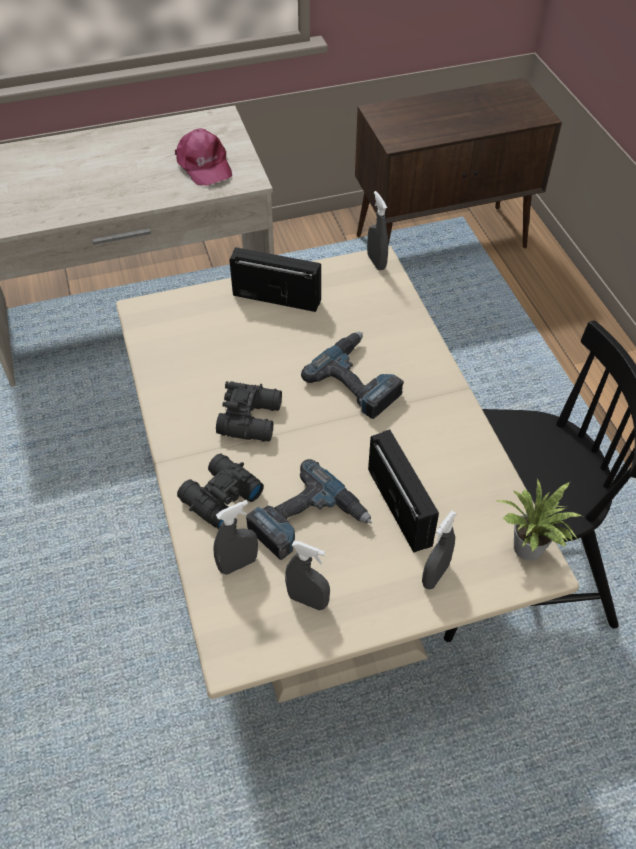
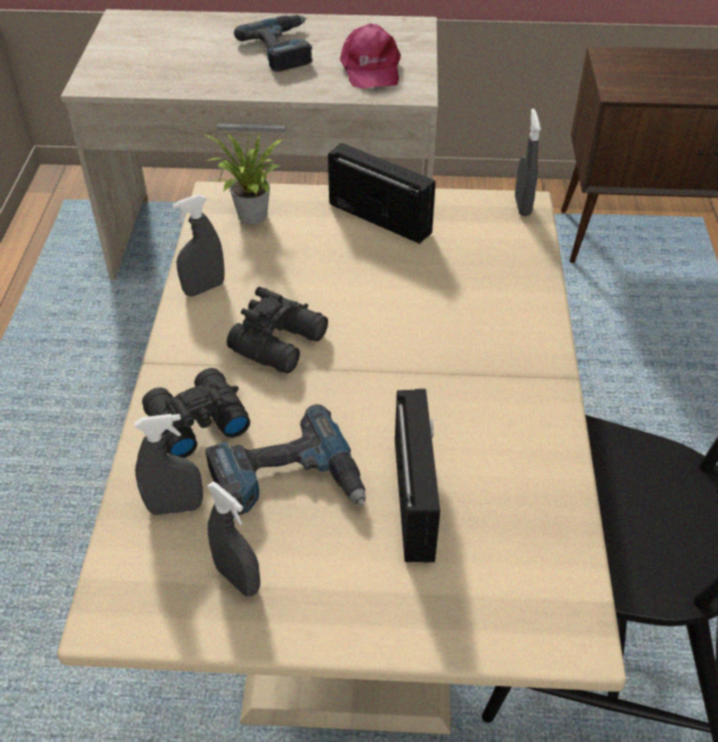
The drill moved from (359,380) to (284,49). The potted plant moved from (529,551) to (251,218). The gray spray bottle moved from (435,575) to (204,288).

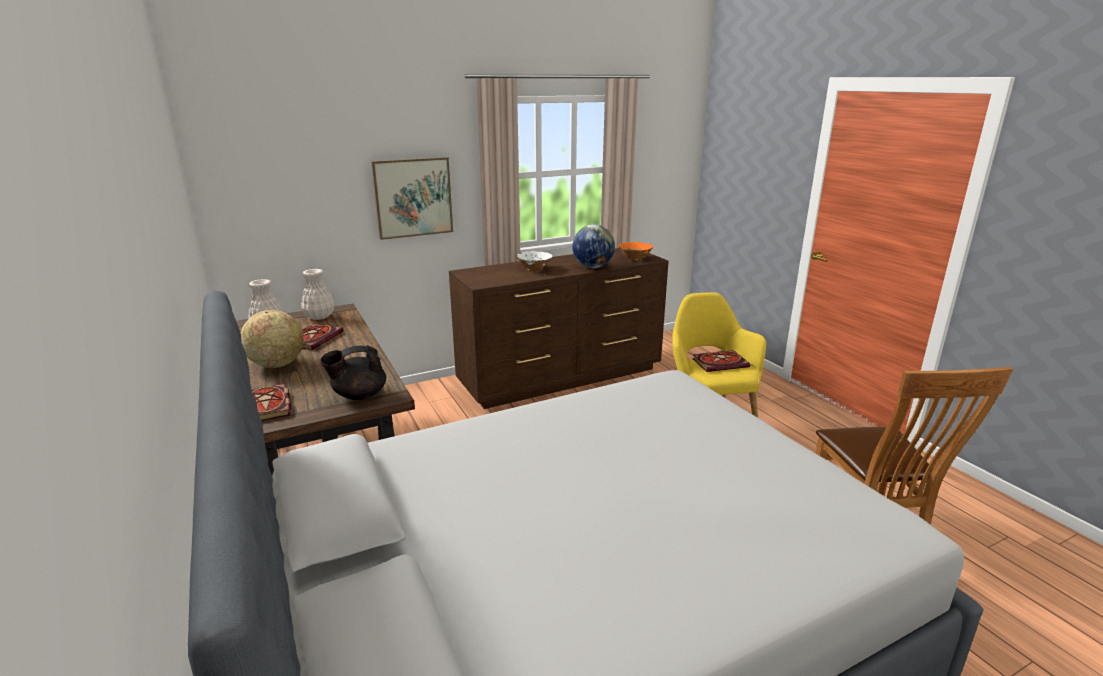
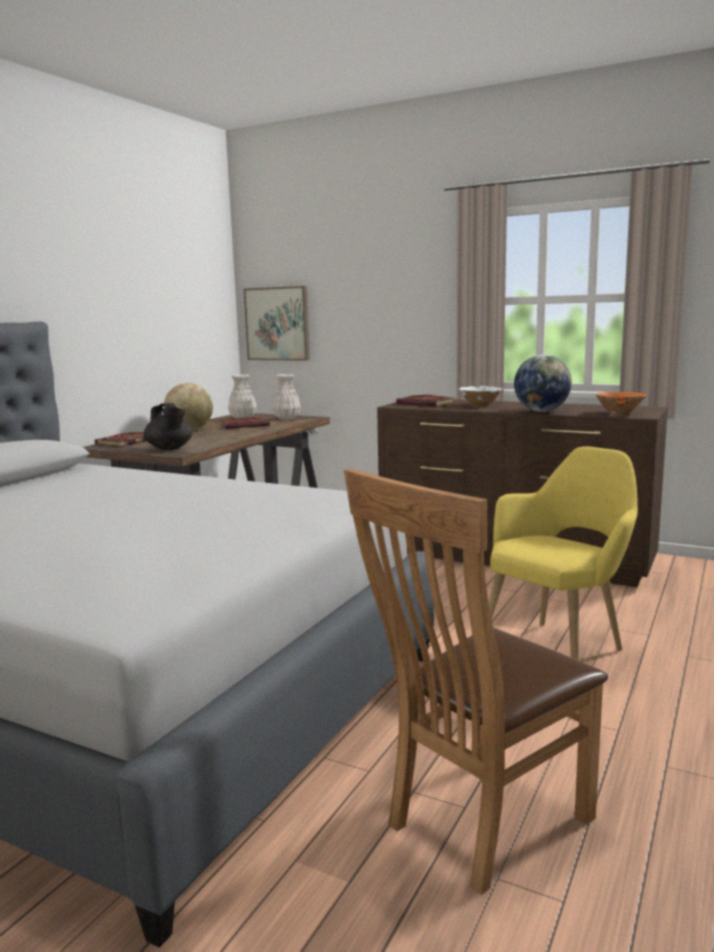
The wall picture moved from (413,197) to (277,324). The black pot for tea at (359,395) turned 150 degrees counterclockwise. The book moved from (721,363) to (427,403).

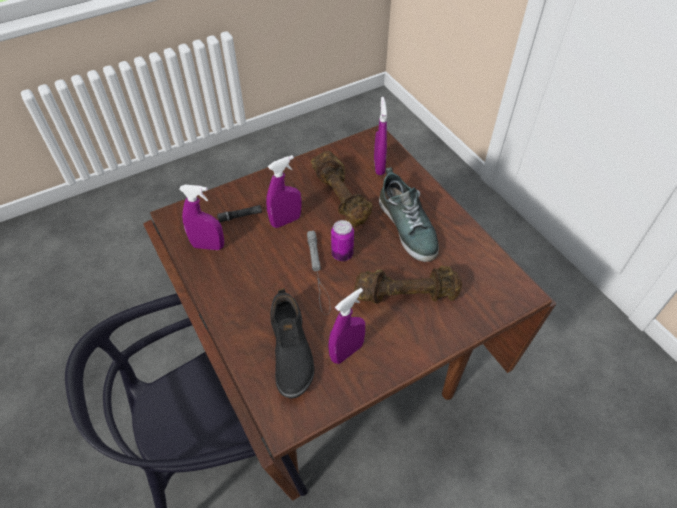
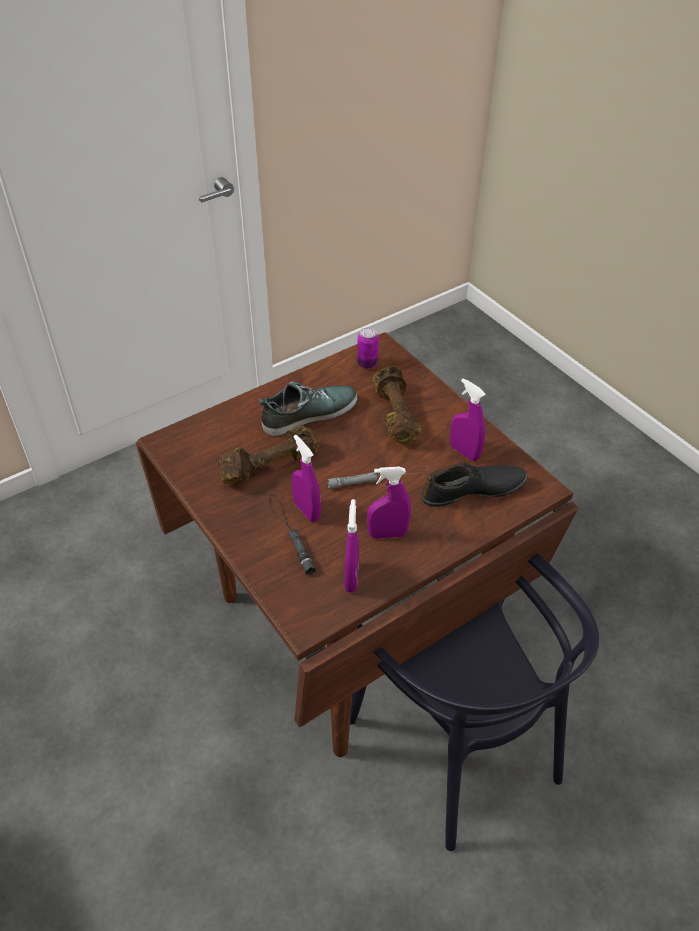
The purple spray bottle moved from (379,166) to (387,534). The sealed can moved from (342,254) to (367,363).

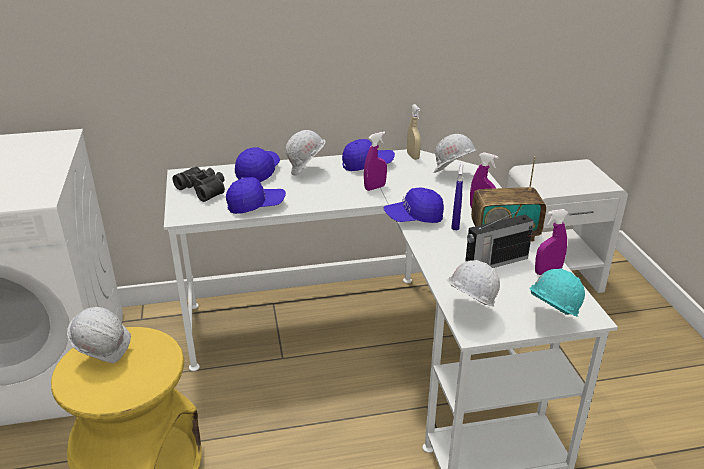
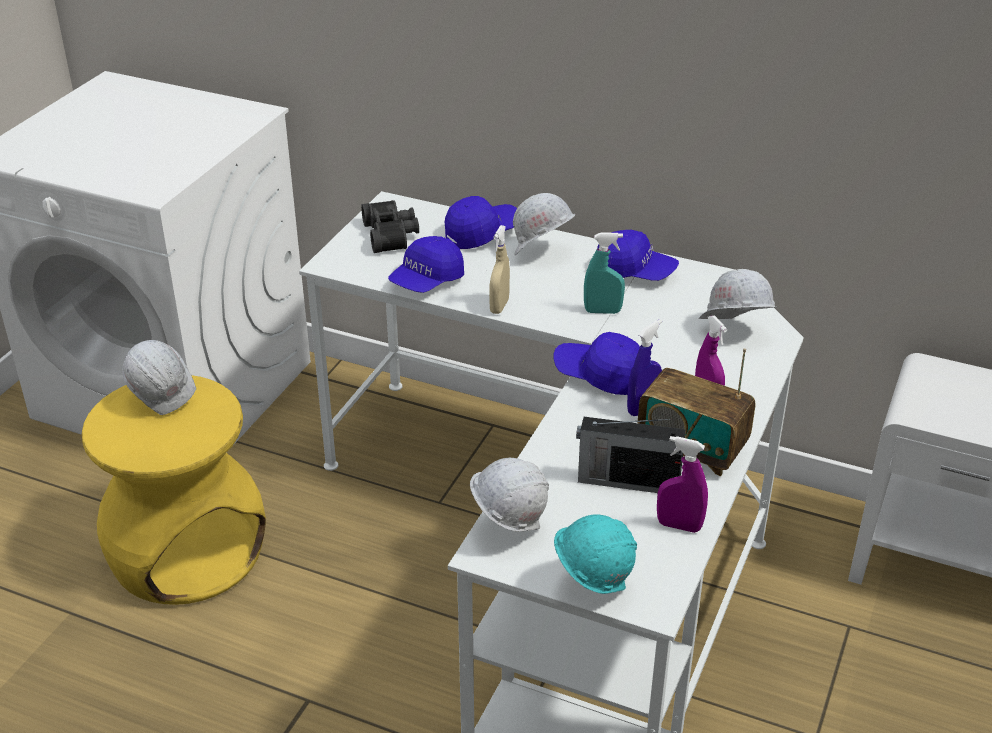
The sand-coloured spray bottle moved from (413,156) to (499,306). The purple spray bottle at (375,187) became the turquoise spray bottle at (602,311). The blue cap at (256,205) turned 105 degrees clockwise.

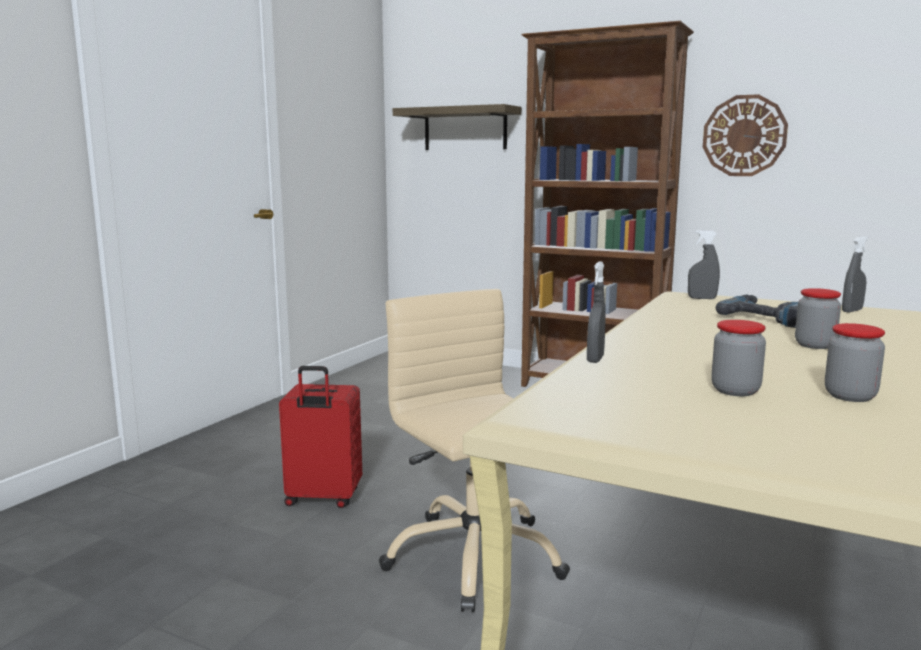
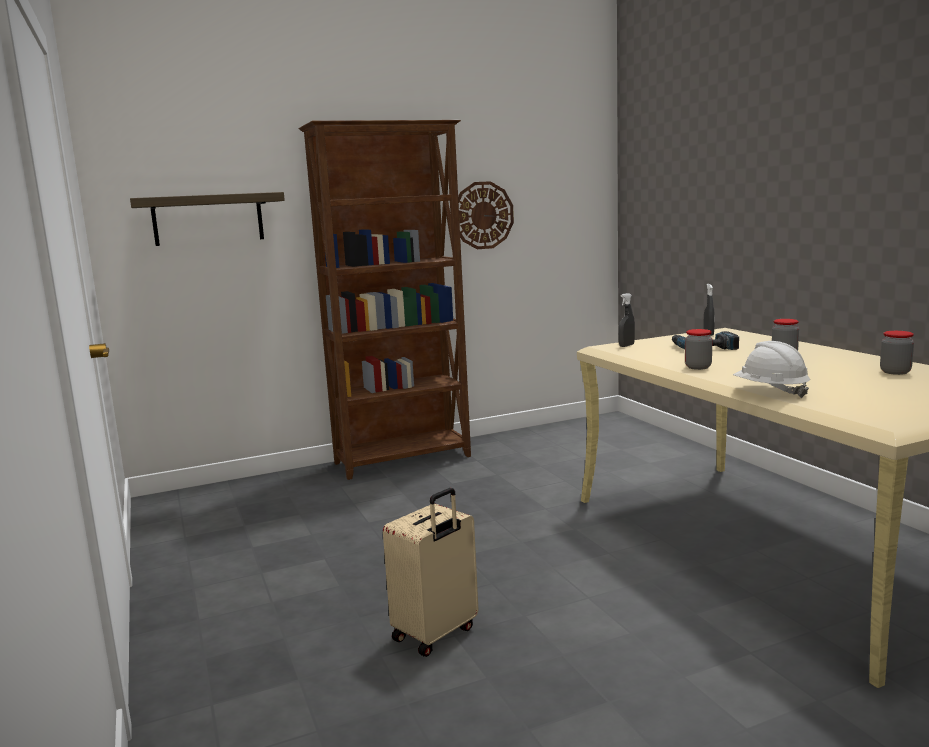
The gray spray bottle at (595,359) was replaced by the white hard hat at (770,391). The sand-coloured desk chair at (473,557) disappeared. The storage jar moved from (735,390) to (698,367). The red travel case at (323,499) became the sand-coloured travel case at (436,634).

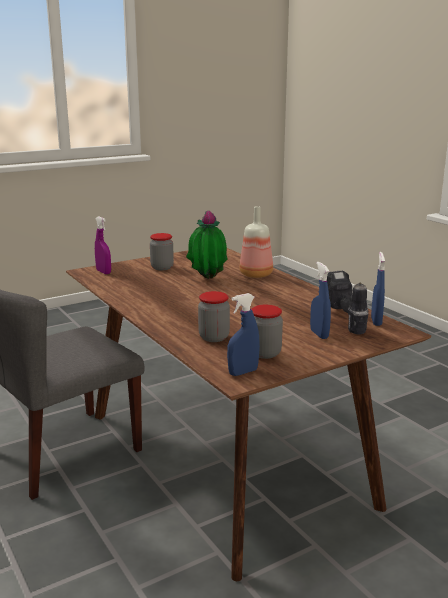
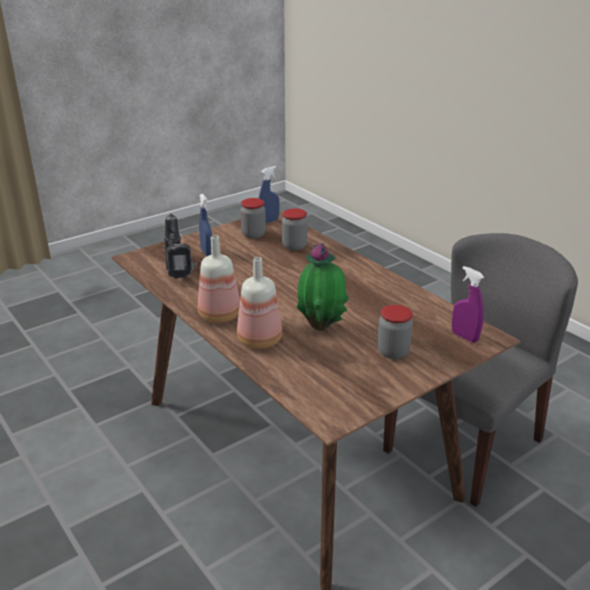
The blue spray bottle at (376,321) disappeared. The bottle at (219,315) appeared.

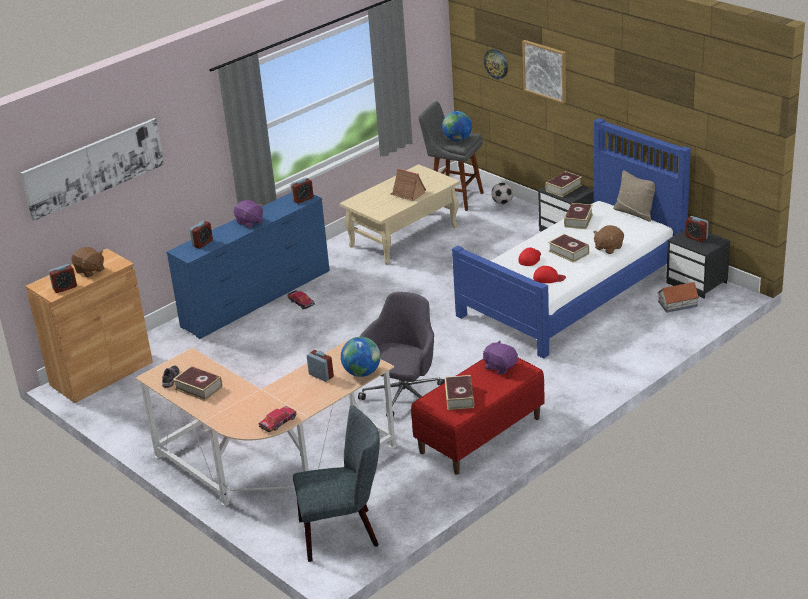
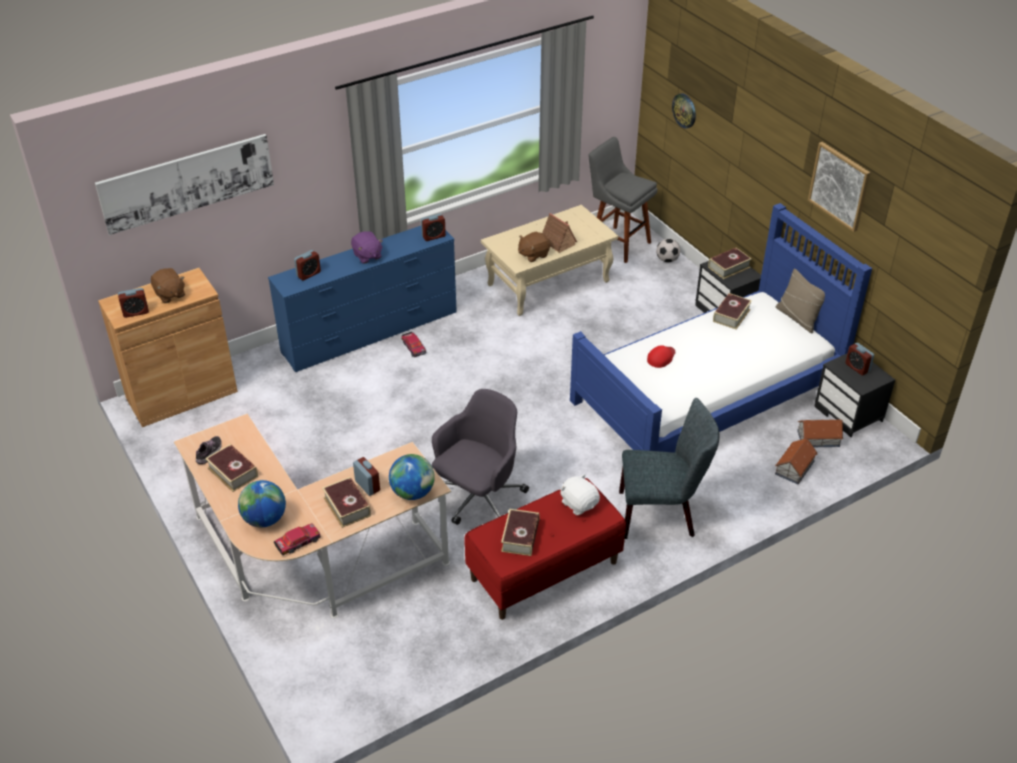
The wall picture moved from (545,71) to (839,186). The globe moved from (457,139) to (264,519). The brown soft toy moved from (608,248) to (533,254). The book moved from (568,252) to (347,506). The red cap at (548,278) disappeared. The purple soft toy at (500,367) became the white soft toy at (579,504). The gray plain chair moved from (344,532) to (662,514). The model house at (795,467) appeared.

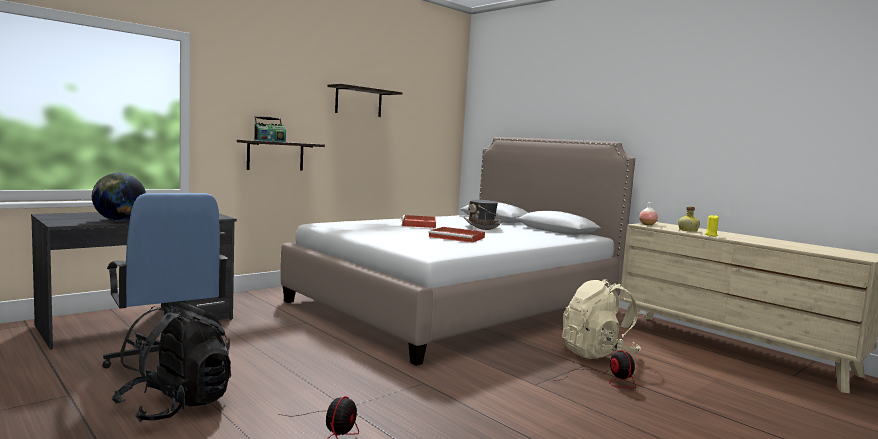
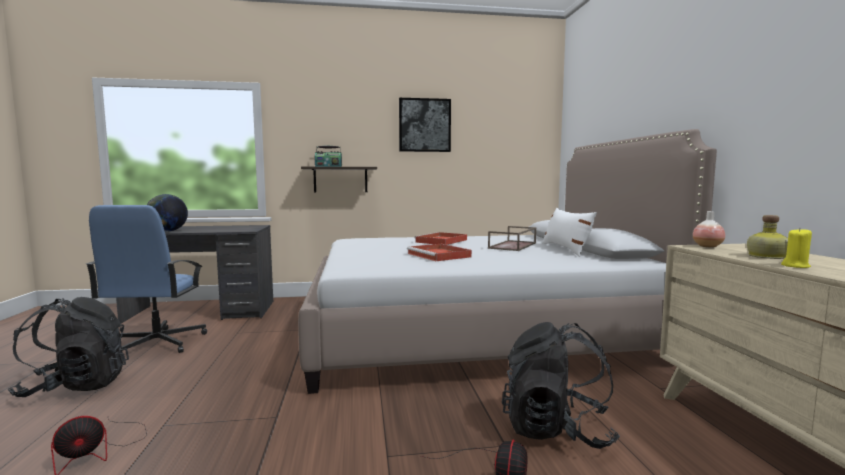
The wall shelf at (358,101) was replaced by the wall picture at (424,125). The gray wearable hat at (482,226) was replaced by the brown tray at (513,246). The sand-coloured backpack at (597,353) became the black backpack at (556,430). The white pillow at (566,249) appeared.

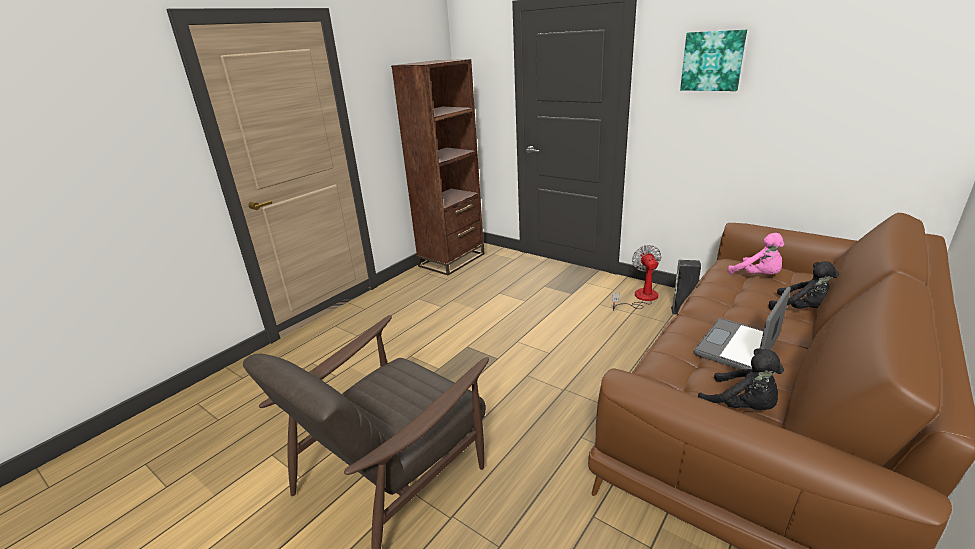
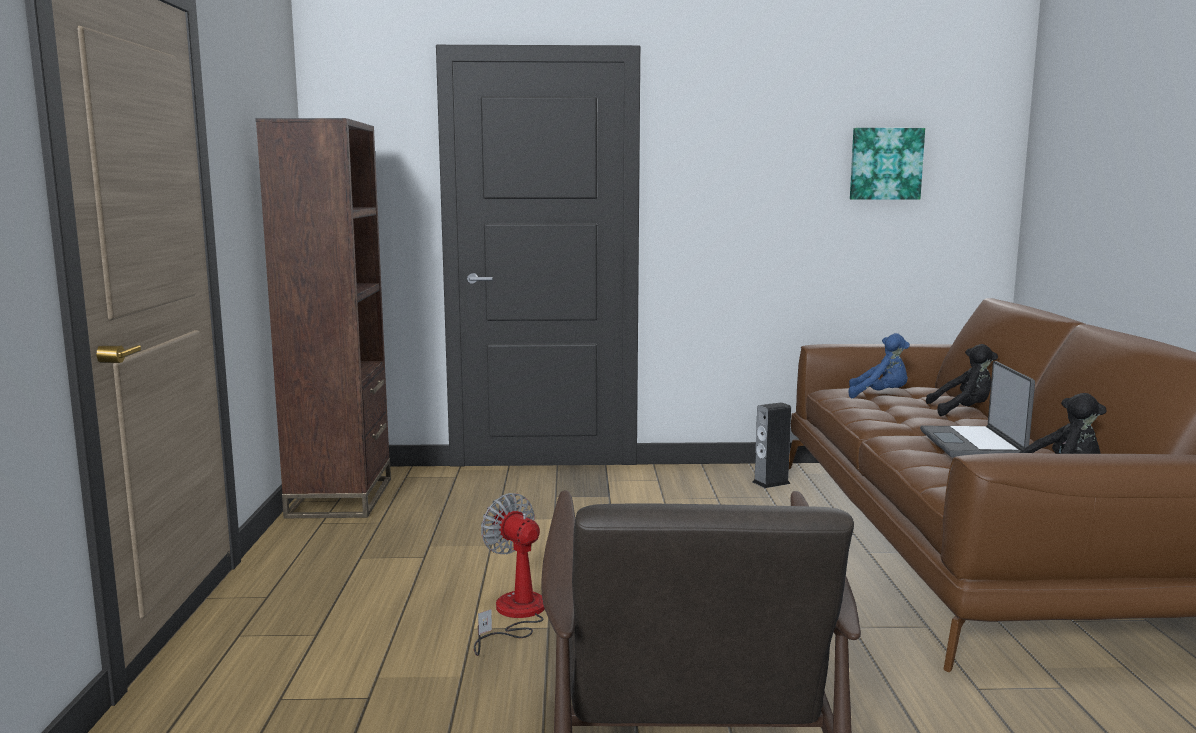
The wall picture moved from (712,61) to (885,164). The pinkish soft toy at (758,276) became the blue soft toy at (880,395). The cooling fan moved from (640,298) to (514,615).

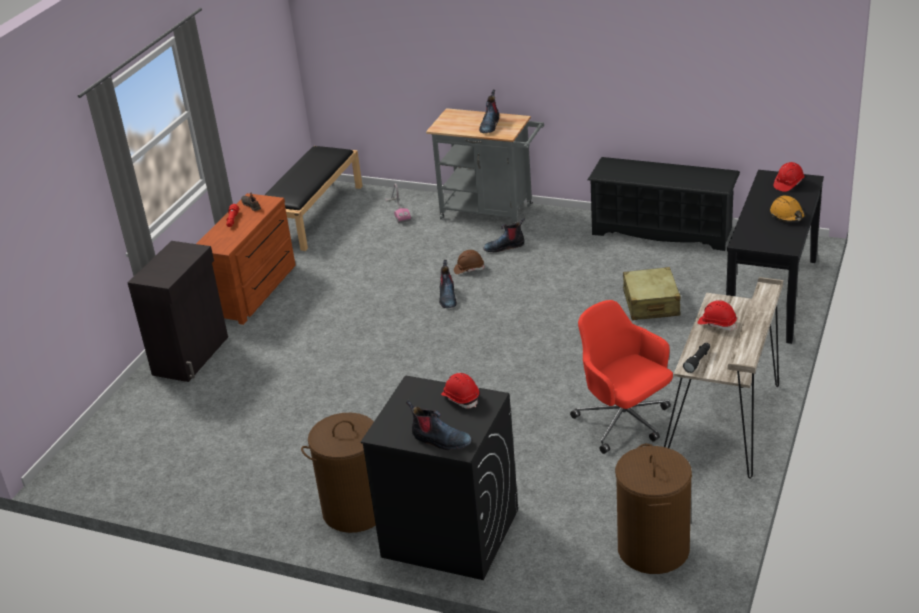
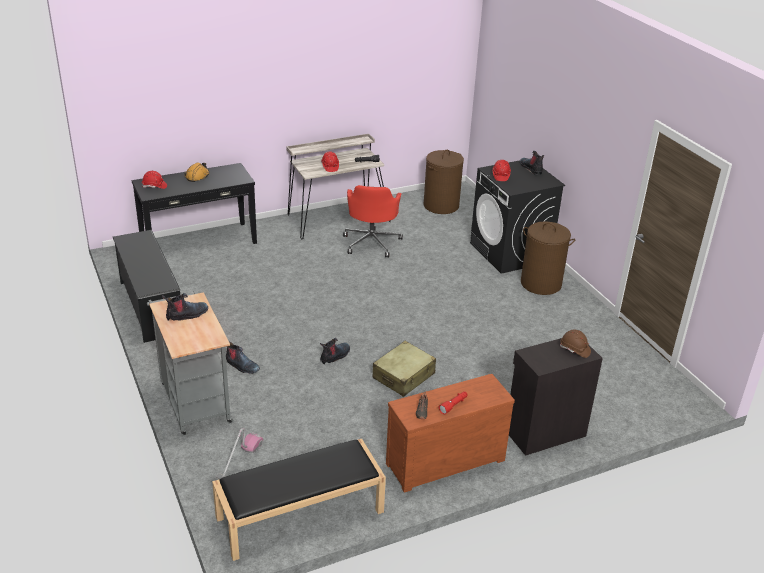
The brown hard hat moved from (469,269) to (574,349). The sand-coloured travel case moved from (651,304) to (404,376).

